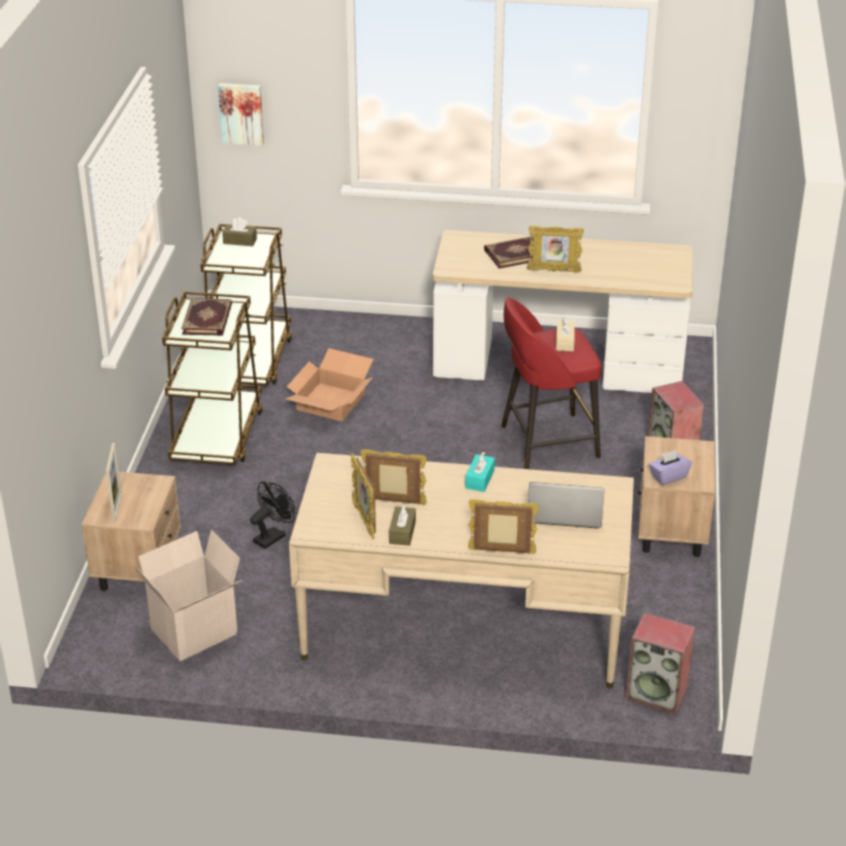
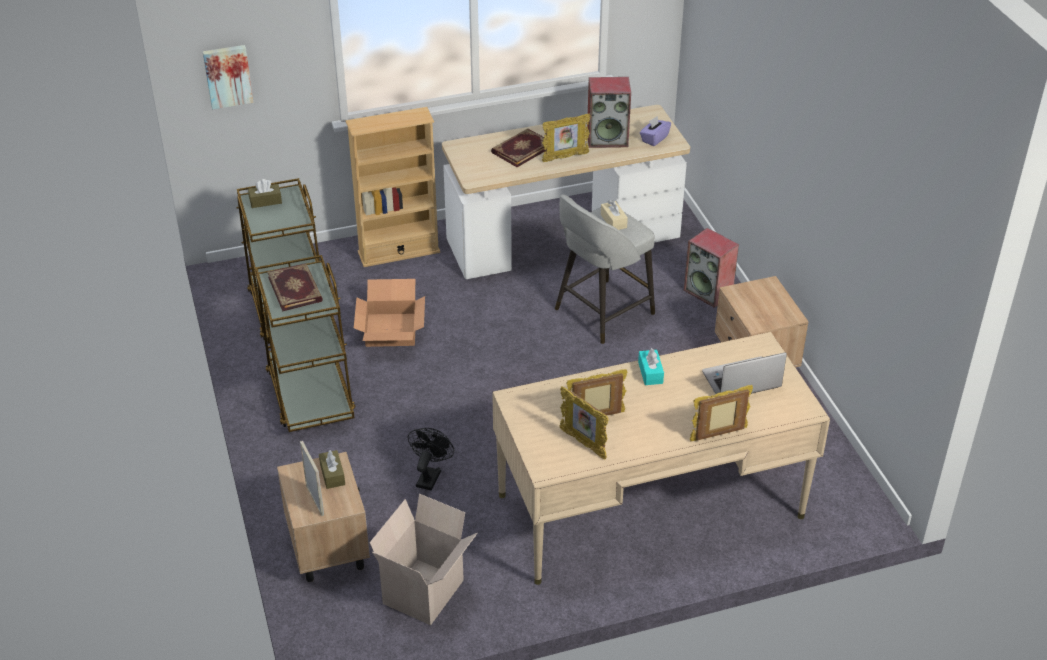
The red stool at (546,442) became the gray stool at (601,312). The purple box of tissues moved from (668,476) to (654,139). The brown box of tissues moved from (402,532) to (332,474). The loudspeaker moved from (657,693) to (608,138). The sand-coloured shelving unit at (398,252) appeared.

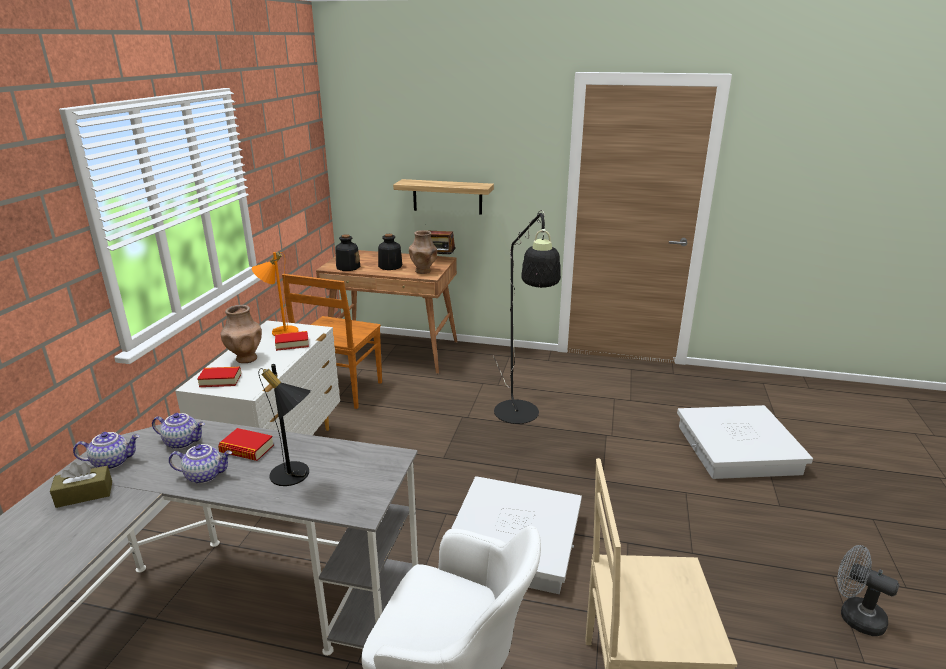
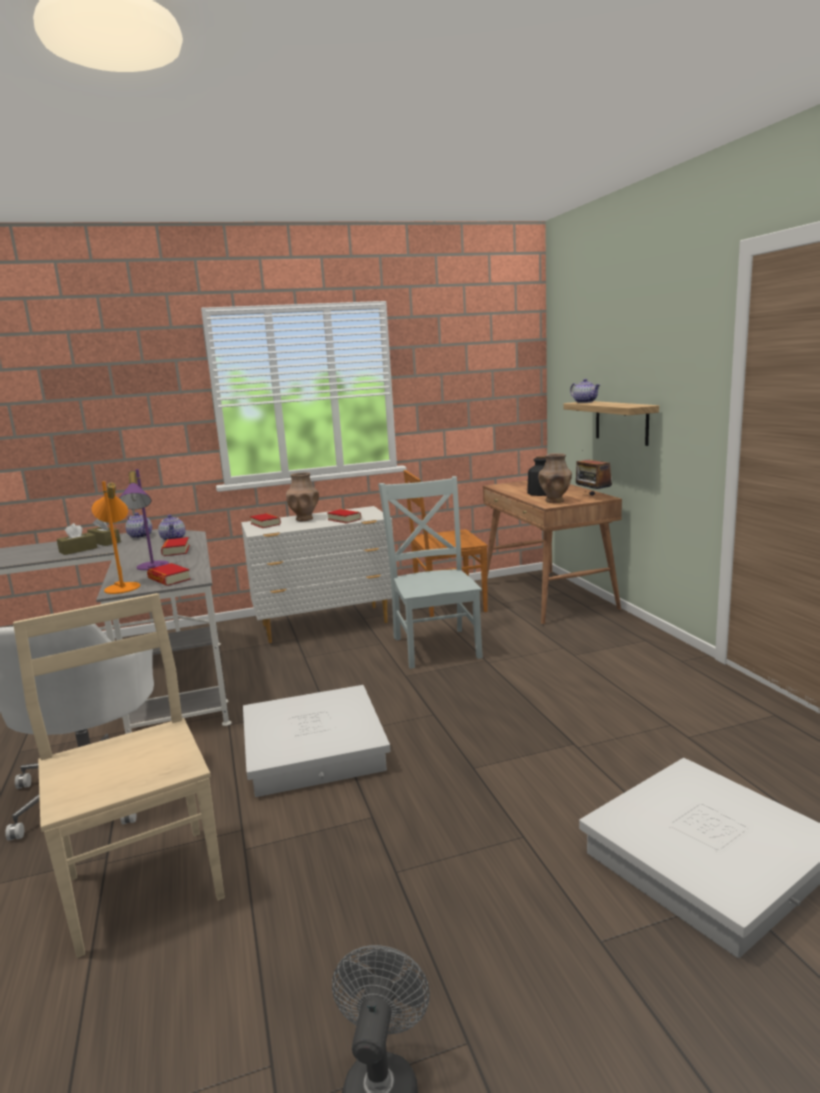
The black standing lamp at (519,418) disappeared. The bottle at (348,267) disappeared. The orangey table lamp moved from (280,331) to (123,586). The black table lamp at (295,476) became the purple table lamp at (150,567). The pot for tea moved from (205,475) to (585,402). The gray plain chair at (436,645) appeared. The brown box of tissues at (78,550) appeared. The book at (169,579) appeared.

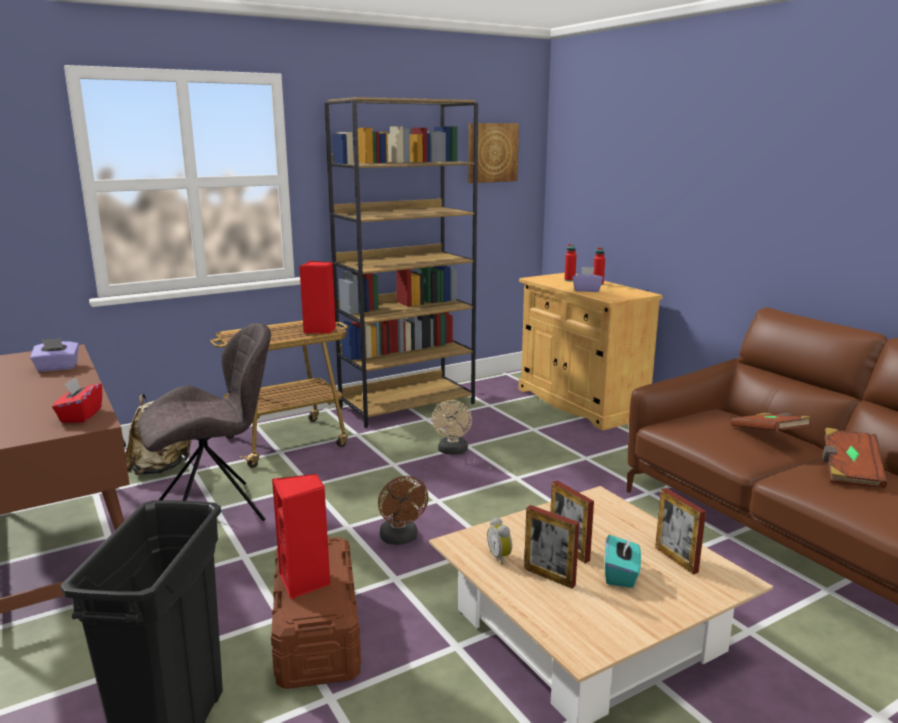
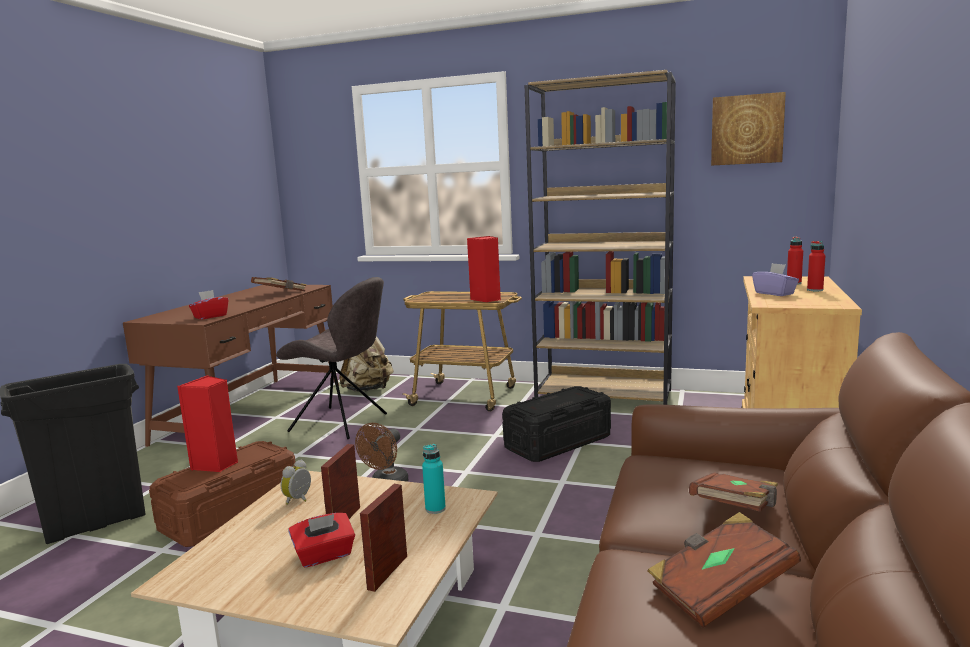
The purple box of tissues at (57,368) was replaced by the brown book at (281,294). The sand-coloured cooling fan at (452,451) was replaced by the black storage box at (558,442). The standing frame at (549,576) disappeared. The turquoise box of tissues at (621,575) became the red box of tissues at (324,555). The turquoise bottle at (435,509) appeared.

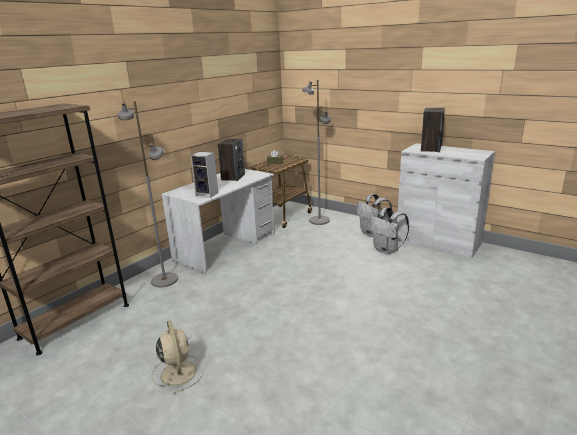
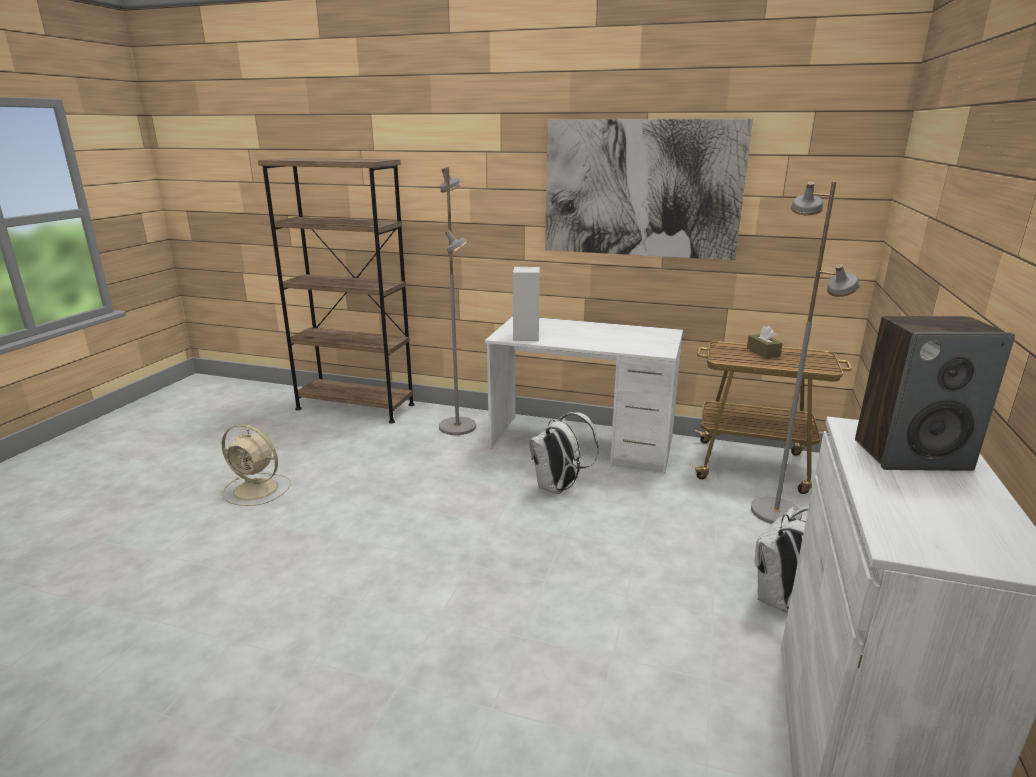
The loudspeaker at (233,177) disappeared. The white backpack moved from (387,250) to (558,488). The sand-coloured cooling fan at (178,372) turned 60 degrees clockwise. The wall picture at (641,189) appeared.

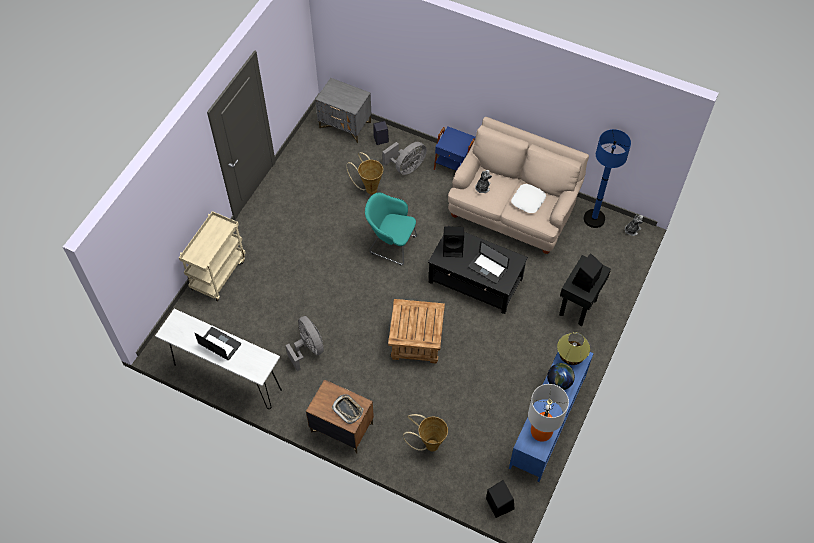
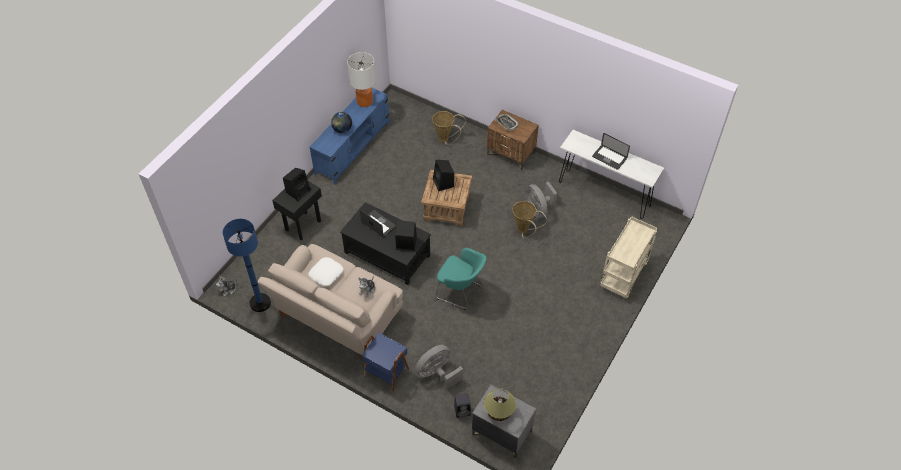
The storage basket moved from (369,188) to (524,231). The table lamp moved from (571,356) to (499,411). The black loudspeaker moved from (499,503) to (443,183).

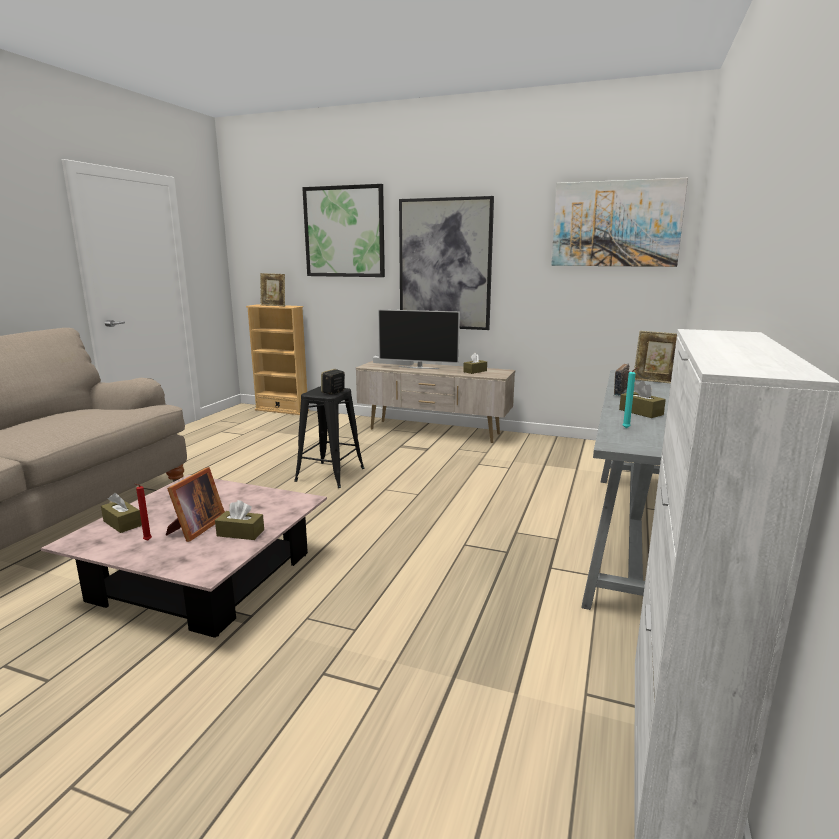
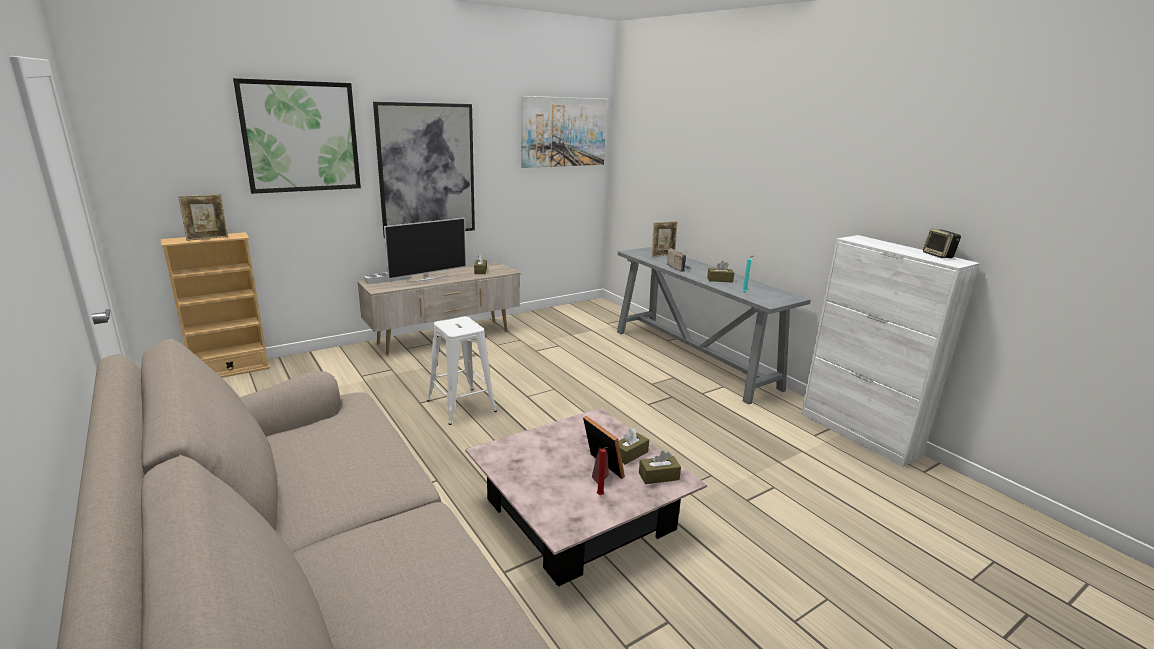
The loudspeaker moved from (333,392) to (939,256). The black stool at (330,474) became the white stool at (461,406). The brown box of tissues moved from (122,523) to (658,476).

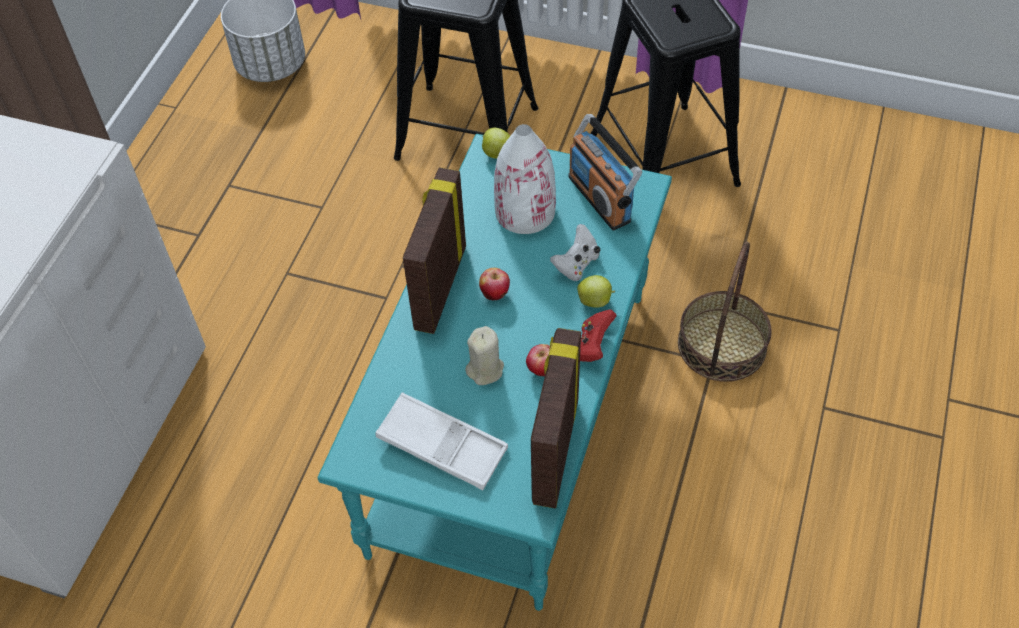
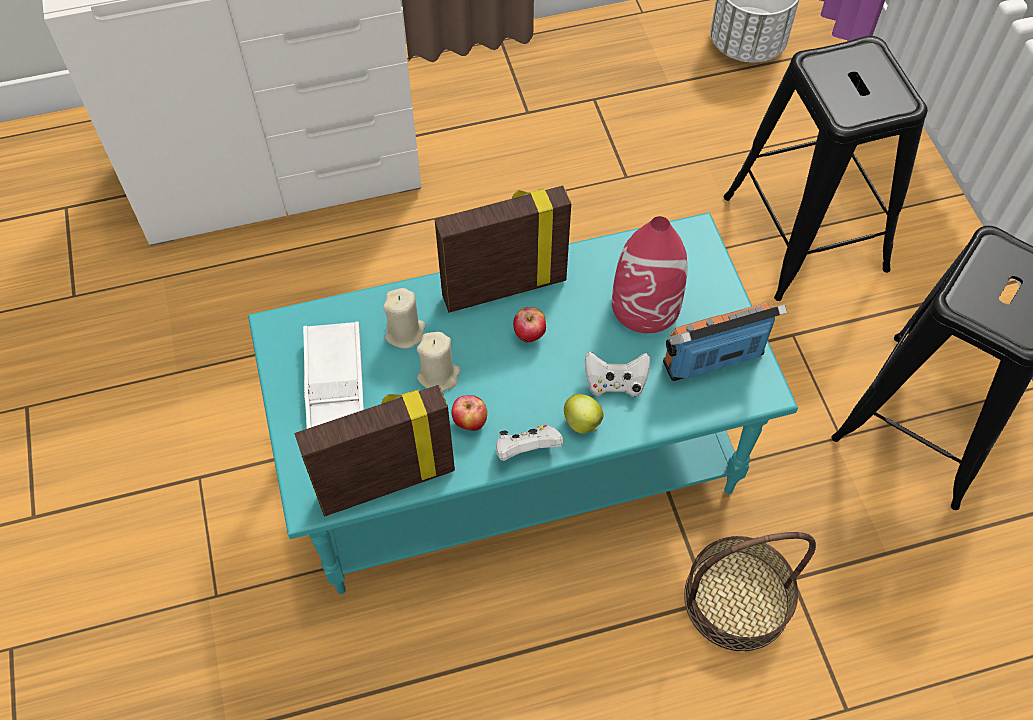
The radio receiver at (600,198) turned 45 degrees clockwise. The white flower vase at (525,211) became the red flower vase at (646,304). The whole apple at (497,153) disappeared. The red joypad at (592,346) became the white joypad at (527,450). The sand-coloured wax light at (405,333) appeared.

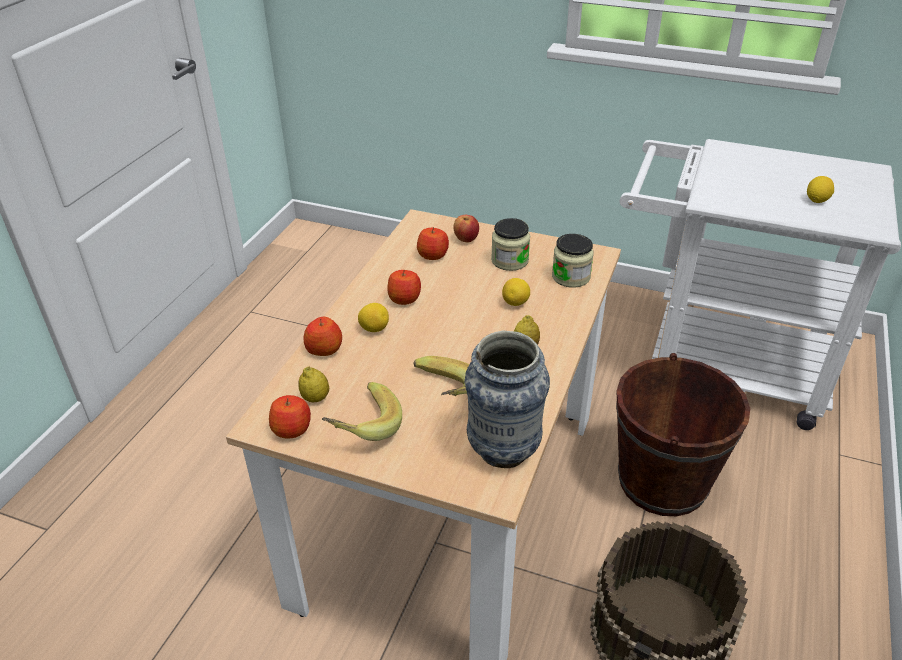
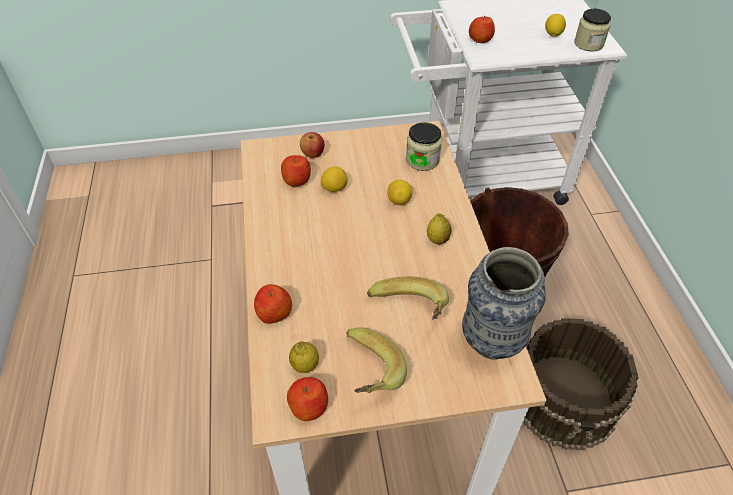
The storage jar moved from (509,261) to (588,44). The whole apple moved from (404,299) to (480,39). The citrus fruit moved from (374,329) to (334,188).

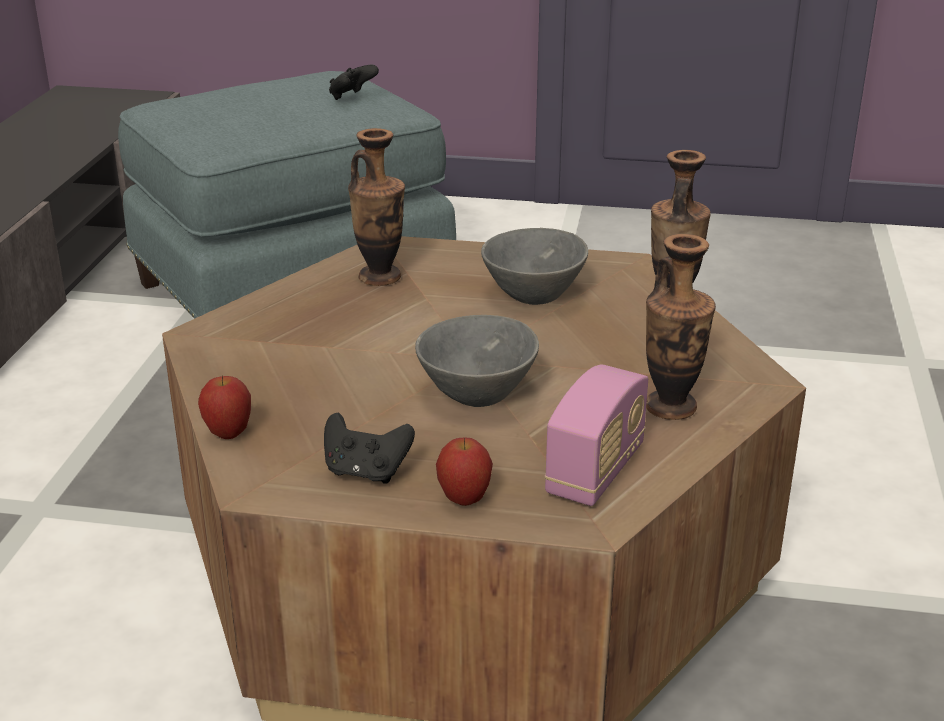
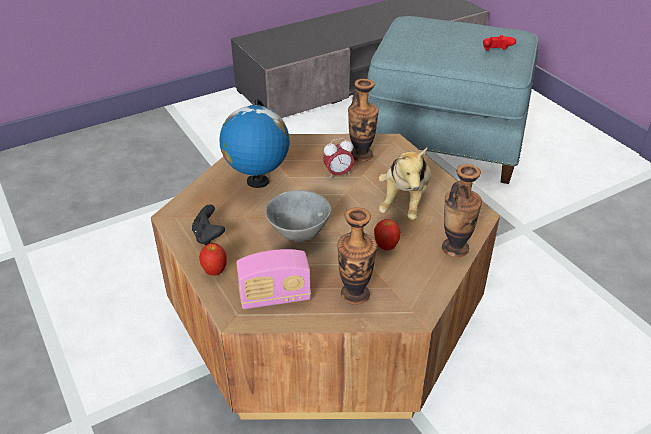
The black joypad at (352,97) became the red joypad at (496,52). The gray serving bowl at (531,294) was replaced by the soft toy at (404,202). The whole apple moved from (228,434) to (386,247). The globe at (257,182) appeared. The alarm clock at (338,174) appeared.

